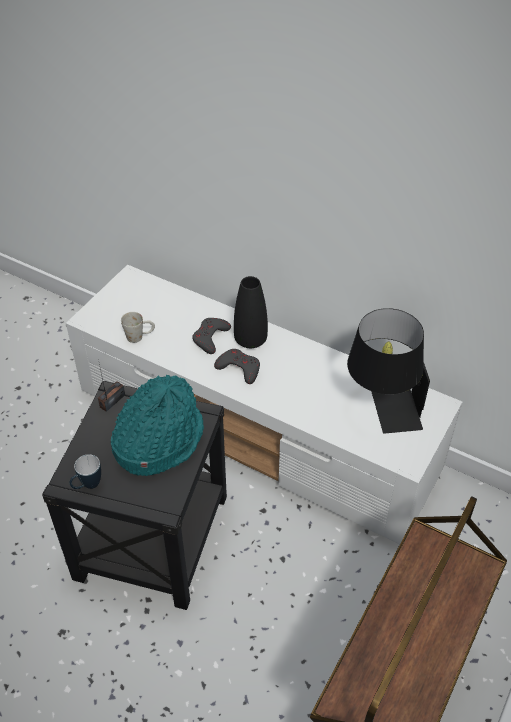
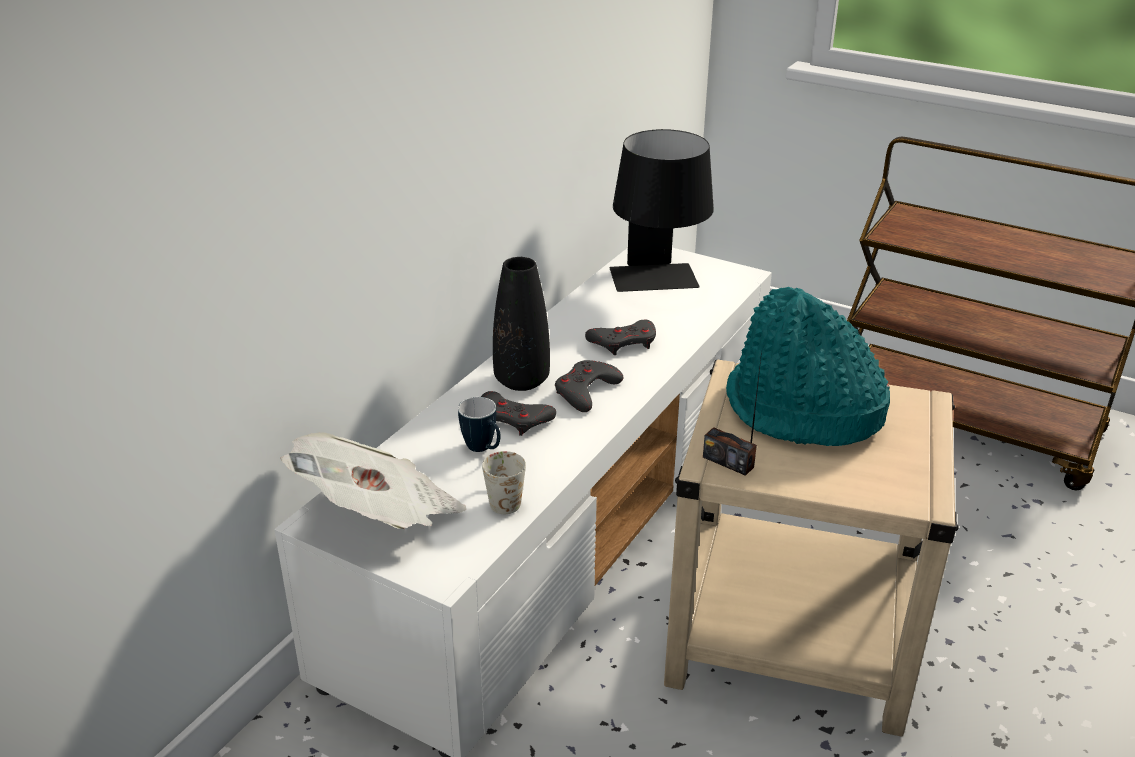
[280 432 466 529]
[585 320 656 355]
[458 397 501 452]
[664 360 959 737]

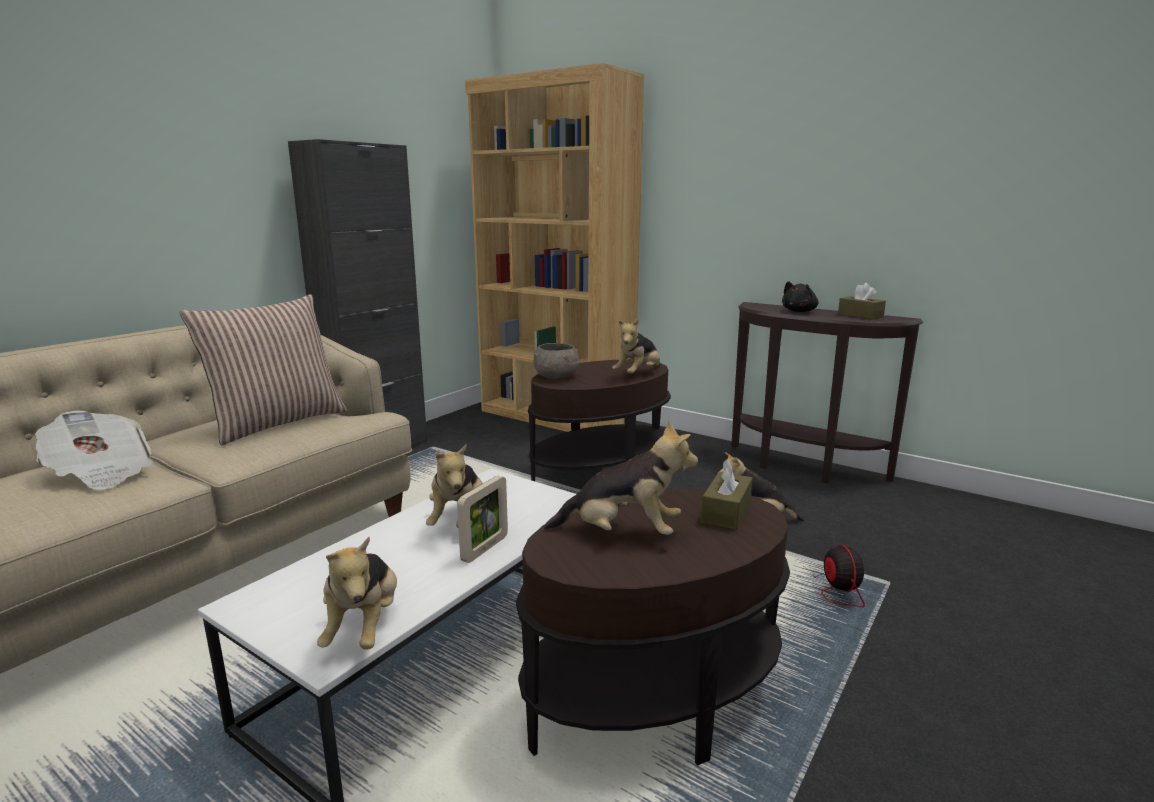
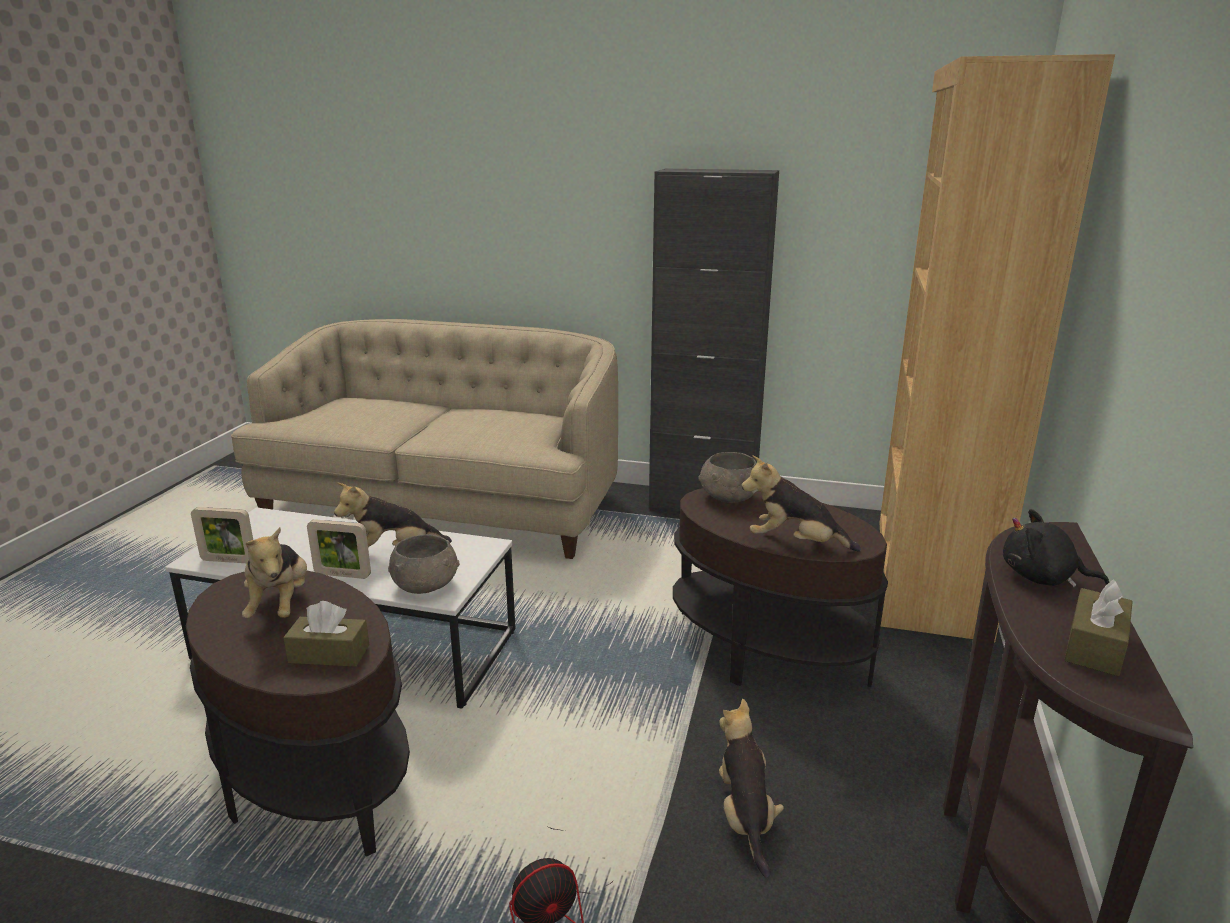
[35 410 154 490] (first image)
[179 294 347 445] (first image)
[388 535 460 594]
[191 507 253 563]

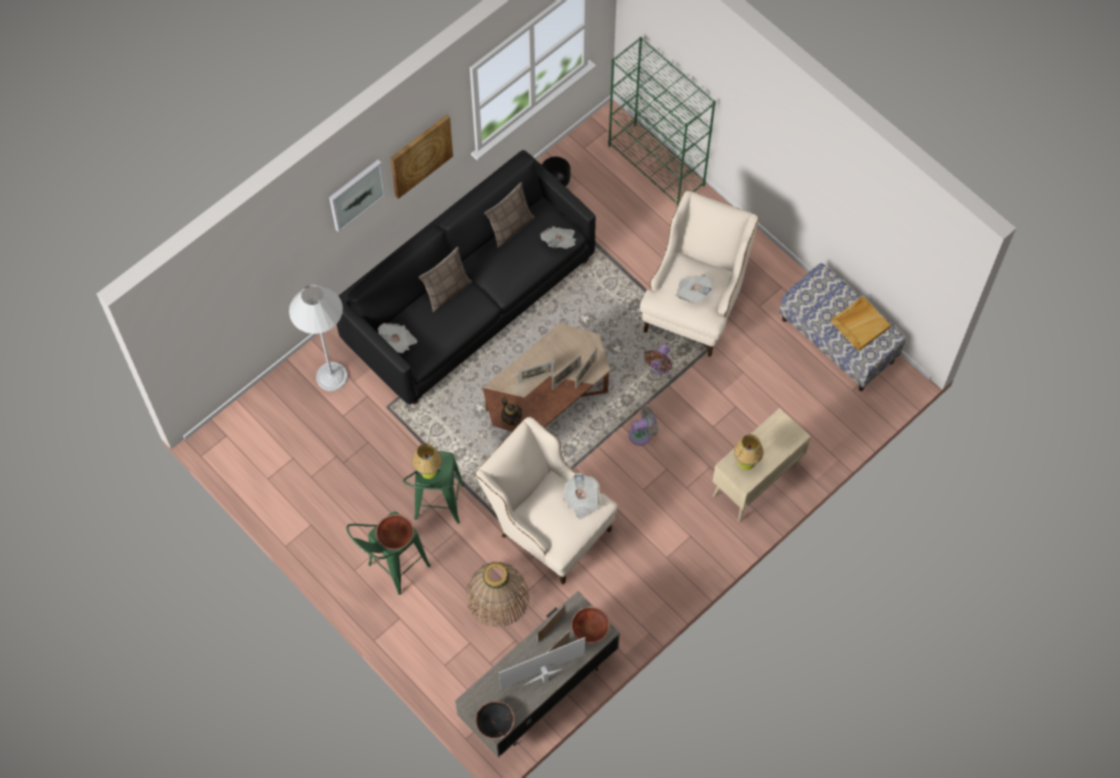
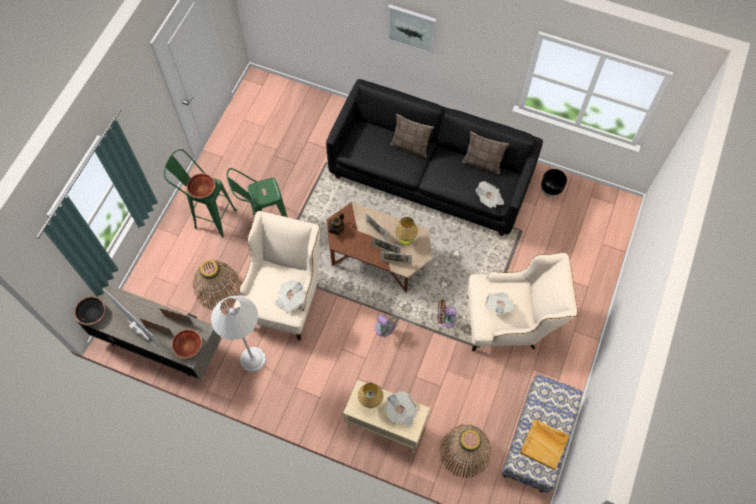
[391 115 453 199] (first image)
[608 37 716 206] (first image)
[439 424 491 478]
[211 296 266 372]
[385 391 418 428]
[395 217 418 246]

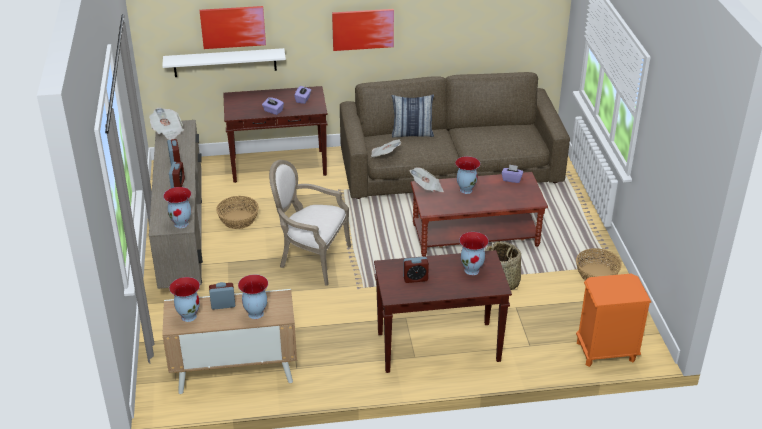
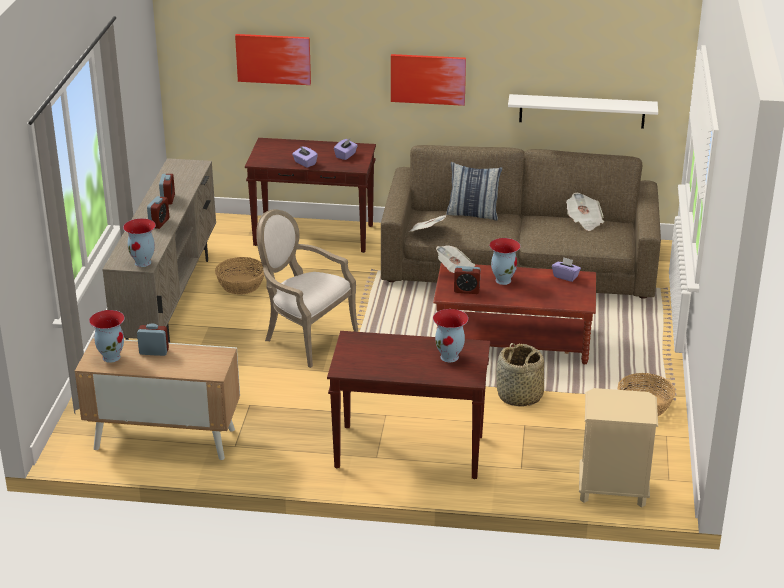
[238 274 268 319] (first image)
[566 192 604 231]
[508 94 658 129]
[454 266 481 294]
[579 388 658 508]

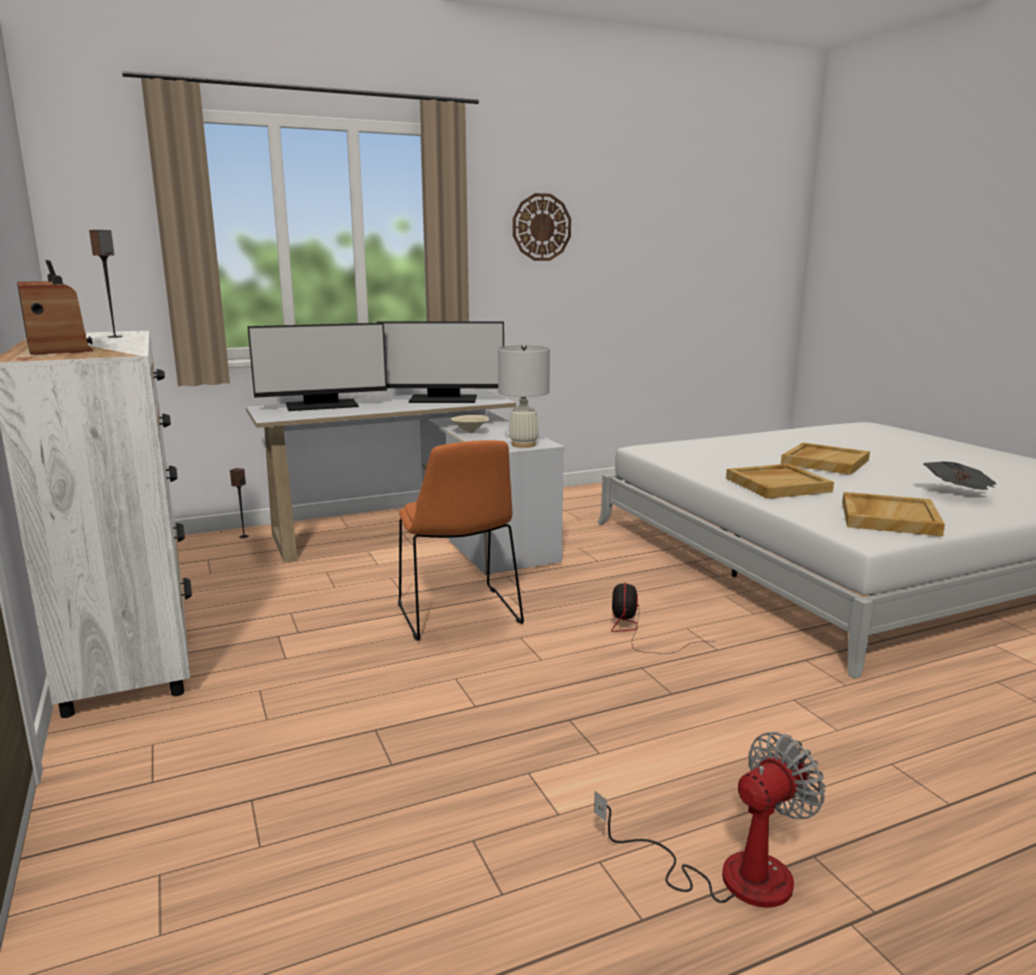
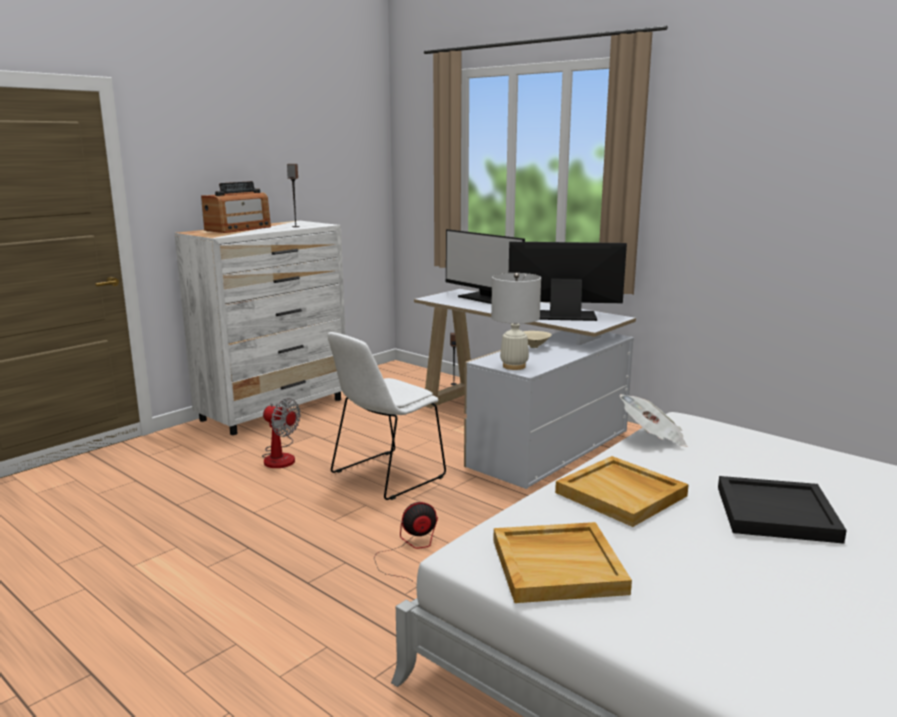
[513 193 571 261] (first image)
[262 398 301 468]
[620 394 687 447]
[327 332 446 500]
[718 476 847 544]
[509 242 627 321]

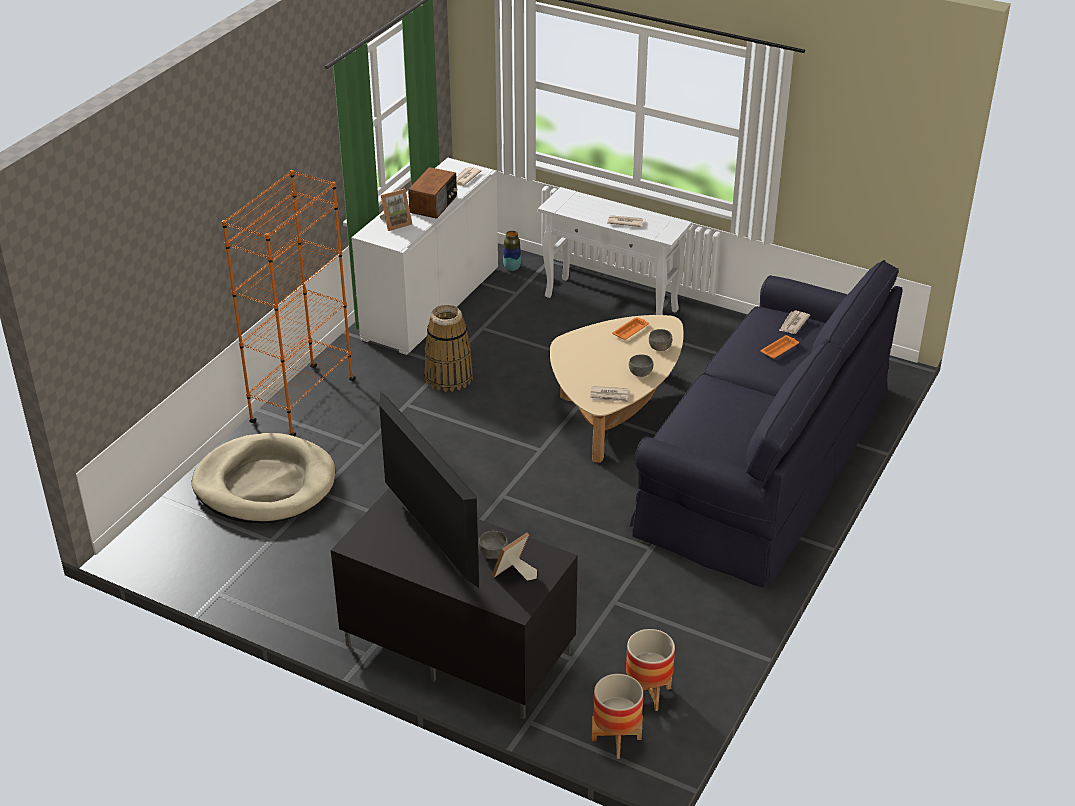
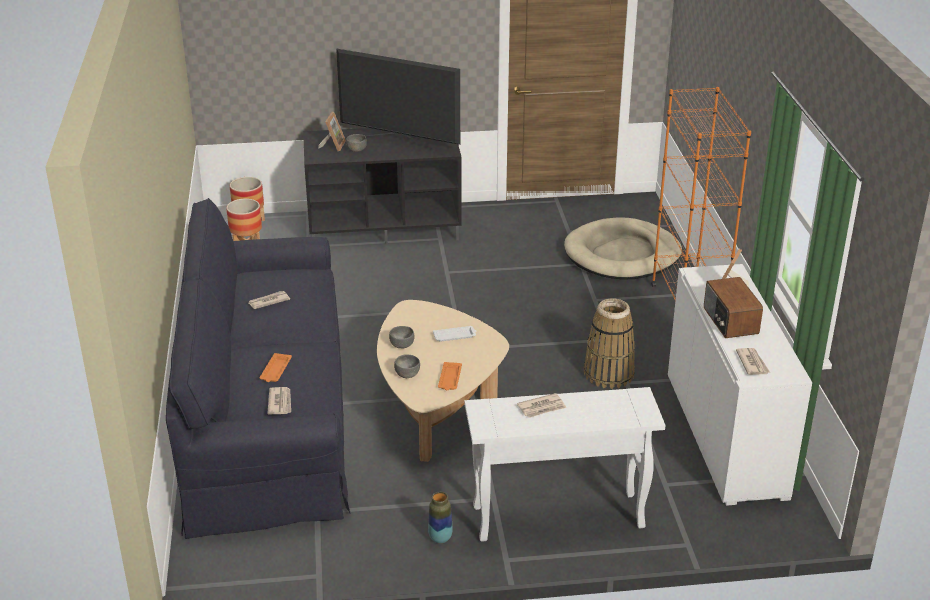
[433 326 476 342]
[428 492 452 543]
[249 291 290 309]

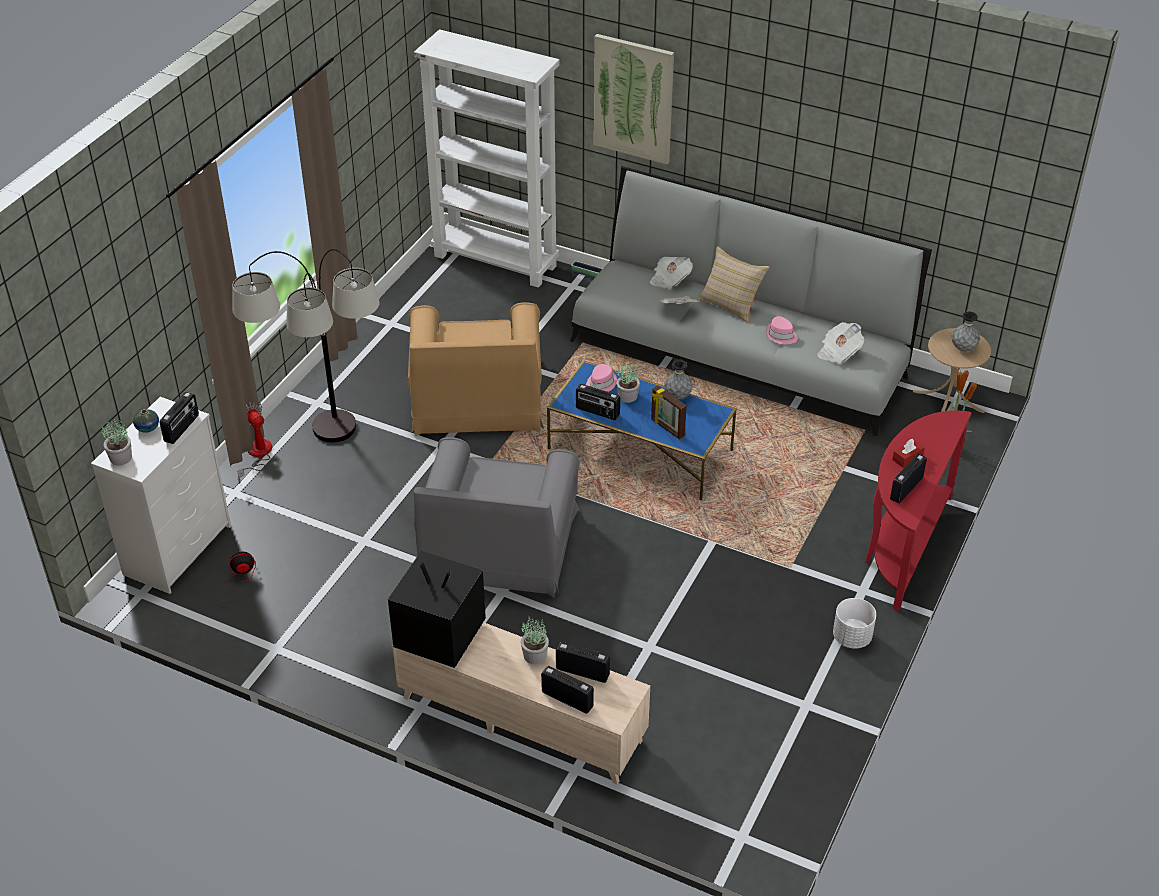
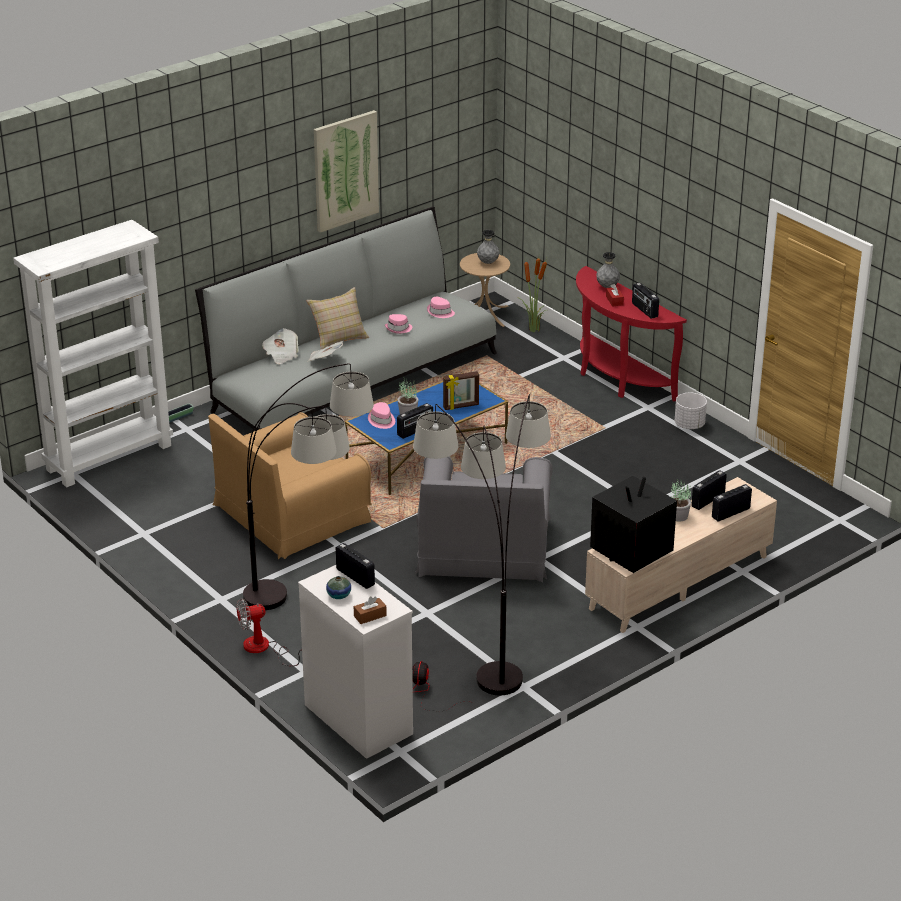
[413 394 551 695]
[314 110 379 233]
[596 252 620 288]
[354 596 387 624]
[427 297 455 318]
[208 412 372 559]
[415 456 553 582]

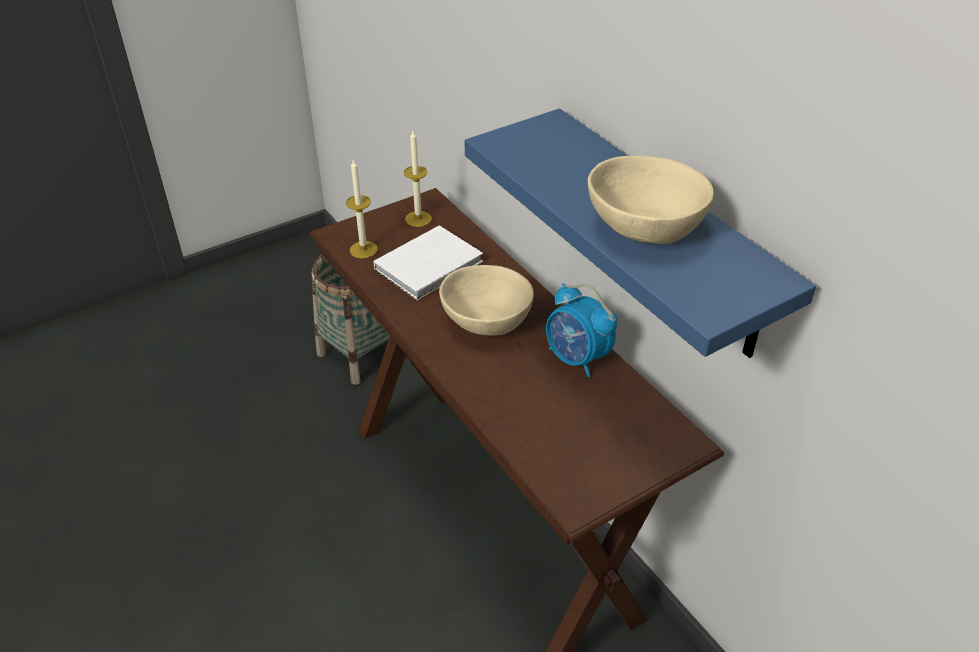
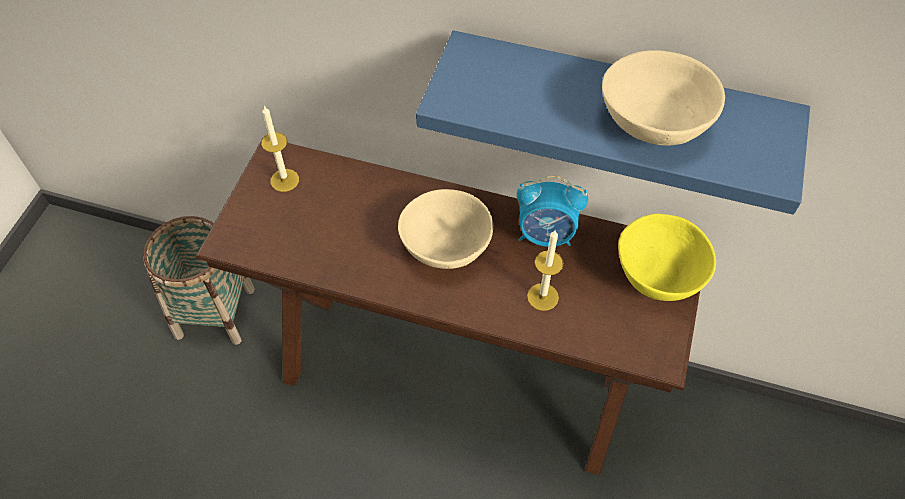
[374 225 483 300] (first image)
[618 213 716 301]
[527 230 564 311]

